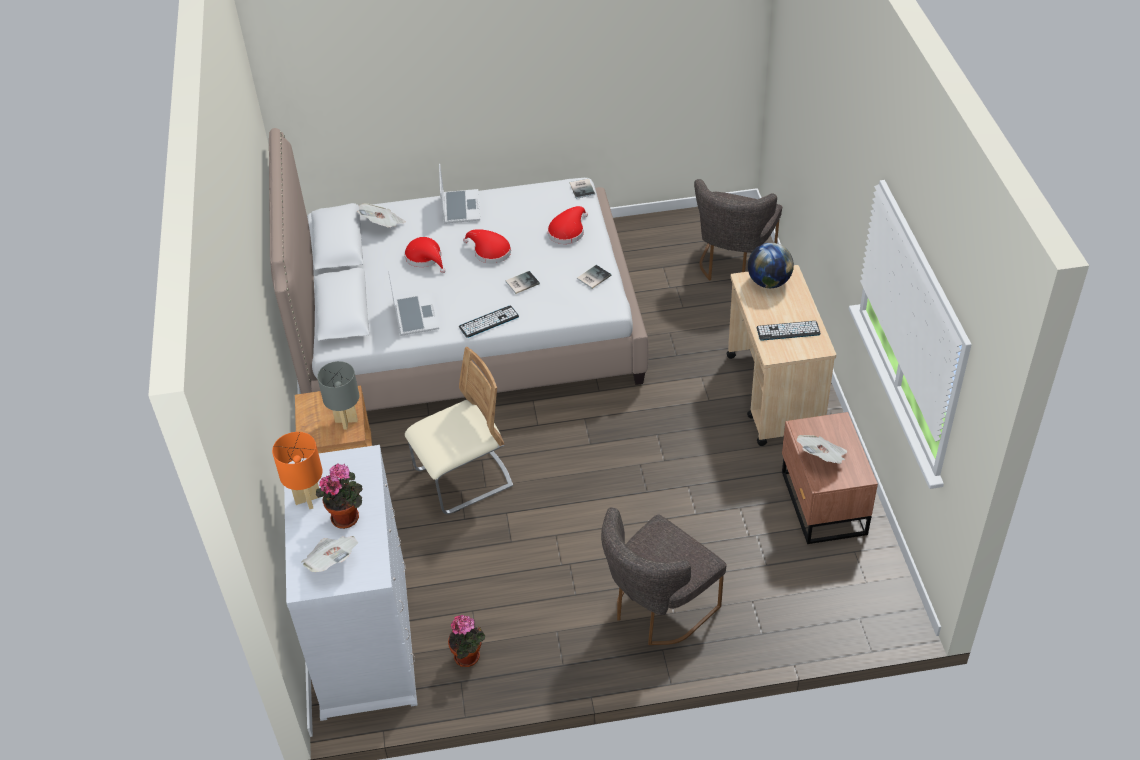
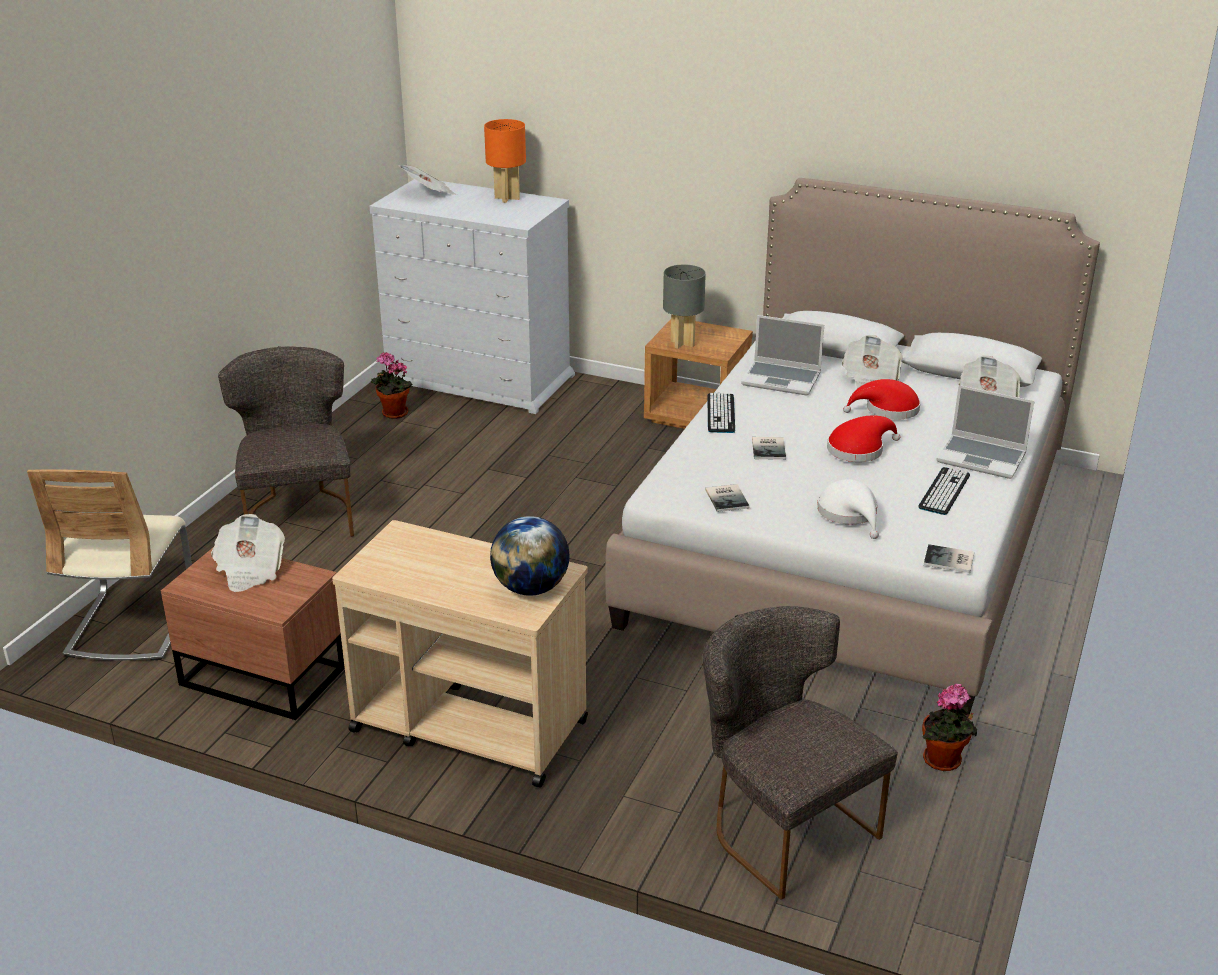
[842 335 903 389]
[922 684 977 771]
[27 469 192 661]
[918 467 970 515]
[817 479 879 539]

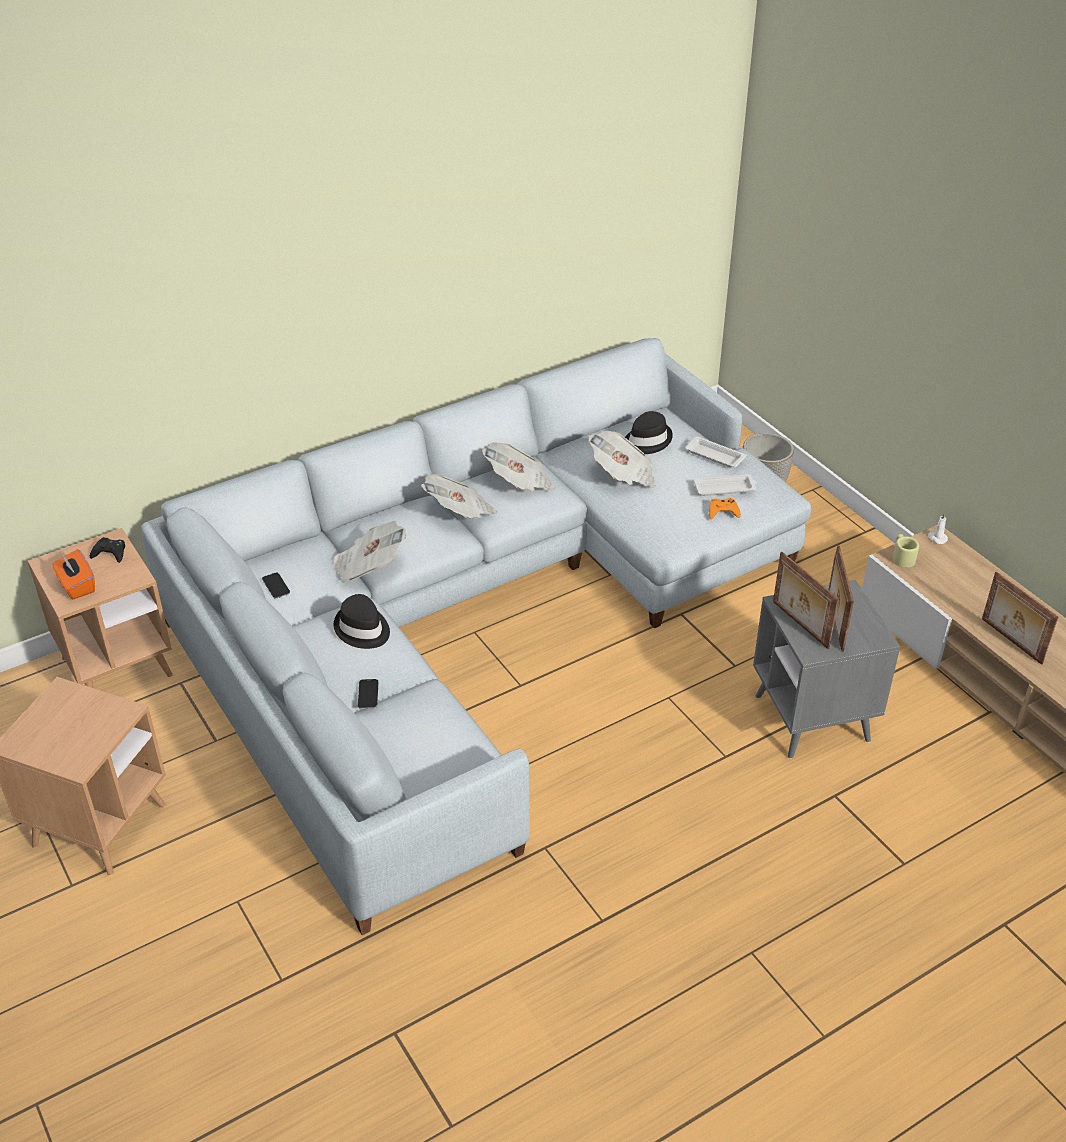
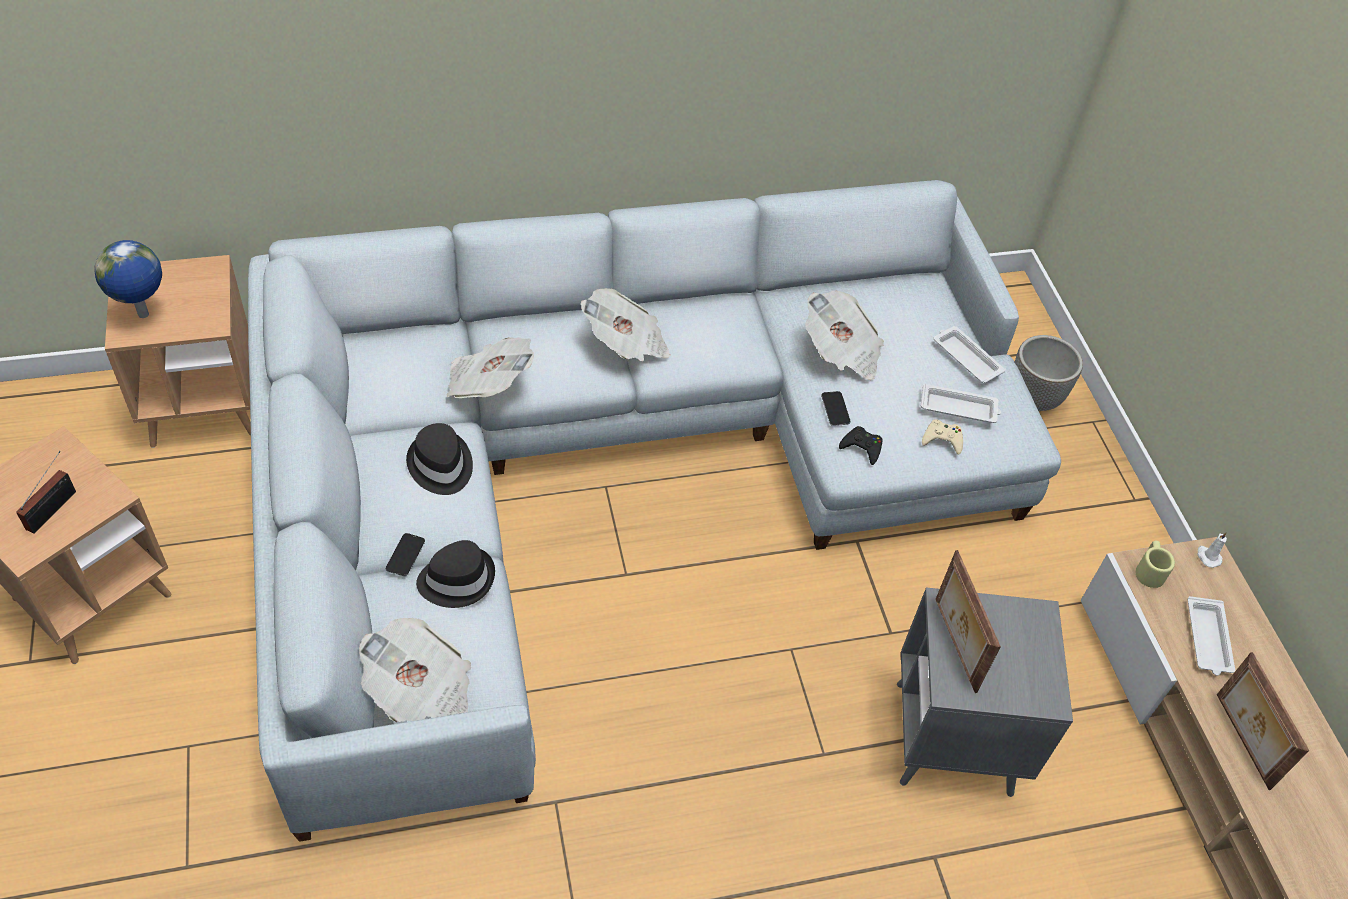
[829 546 854 652] (first image)
[16 451 76 534]
[1188 596 1235 676]
[839 426 883 465]
[821 391 851 426]
[359 618 471 722]
[416 540 495 608]
[94 240 162 318]
[922 419 963 455]

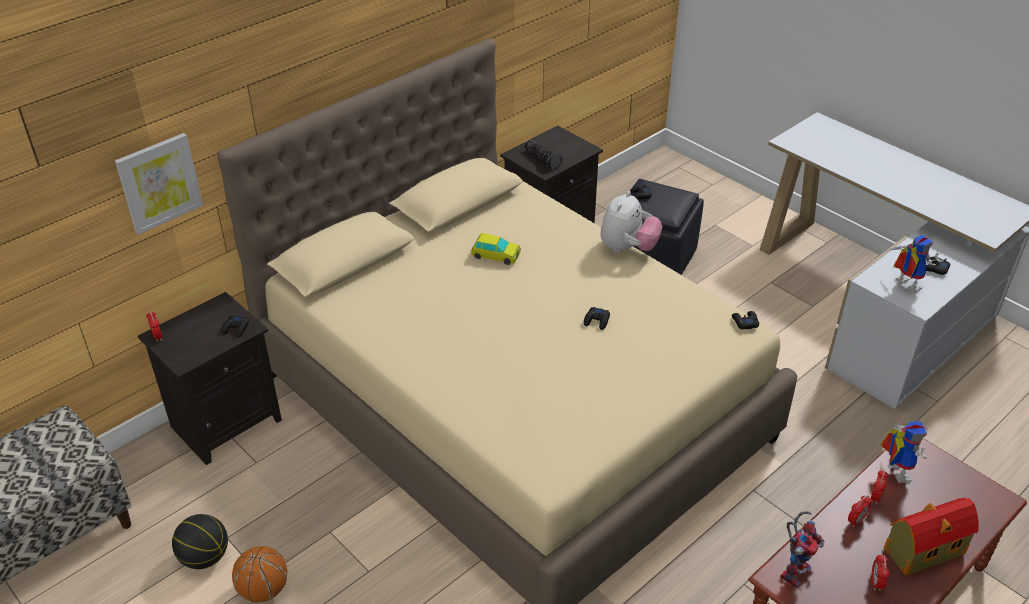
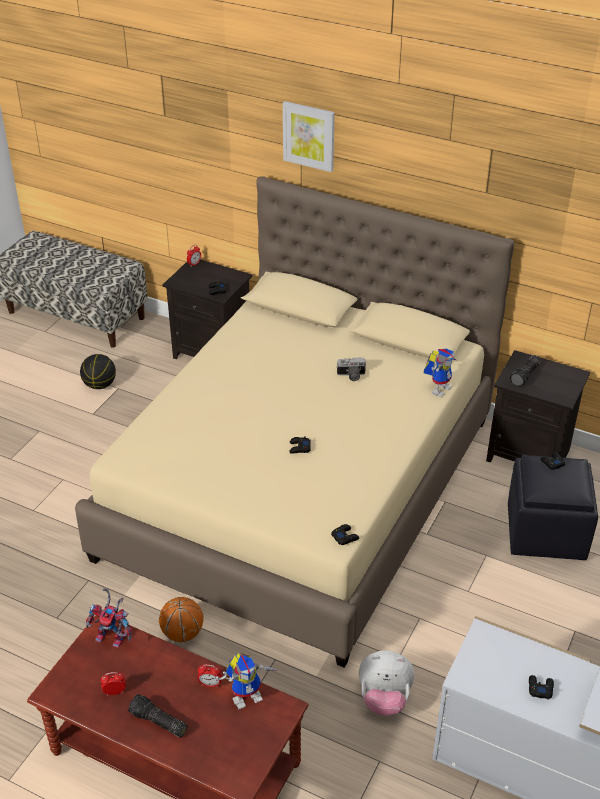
[848 495 872 528] (first image)
[283 101 335 172]
[159 597 204 642]
[359 651 414 716]
[424 348 456 397]
[337 358 367 381]
[128 694 188 738]

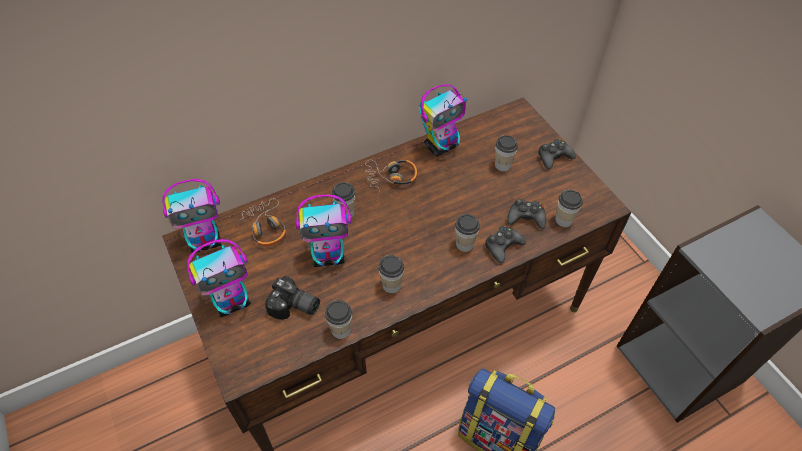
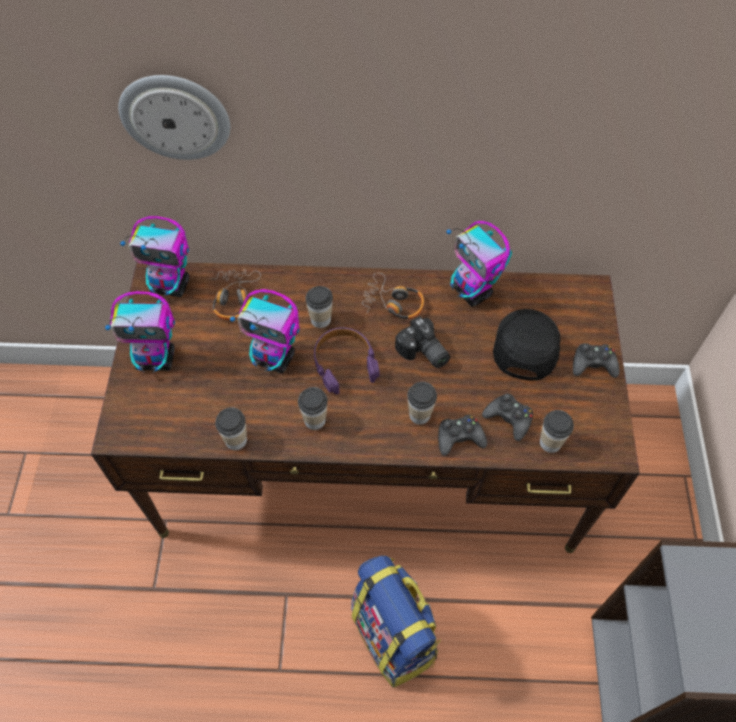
[118 75 230 160]
[314 328 380 395]
[395 316 450 368]
[493 309 560 381]
[446 221 512 307]

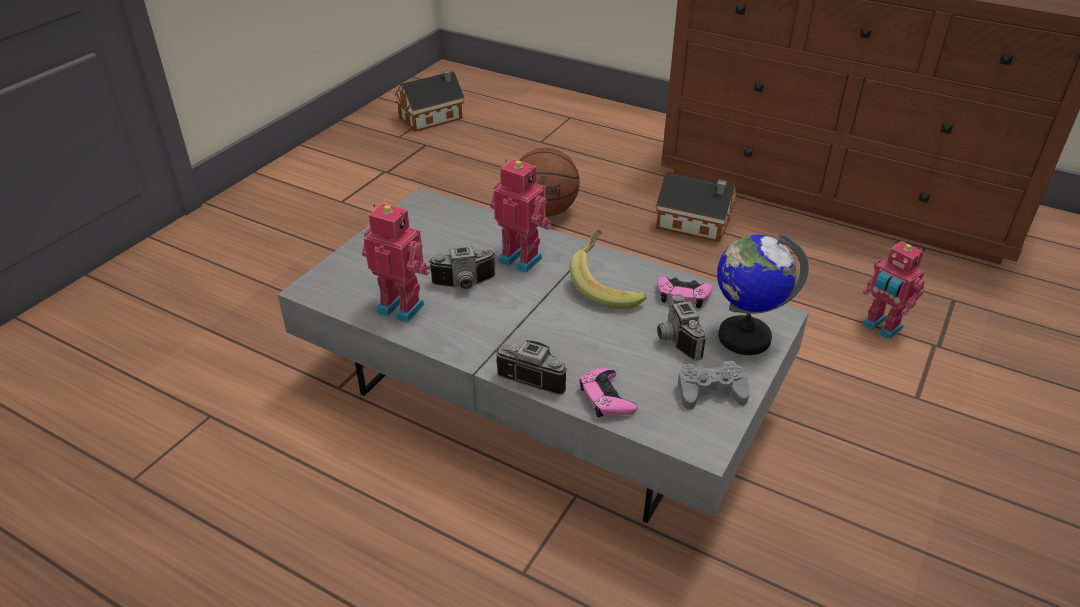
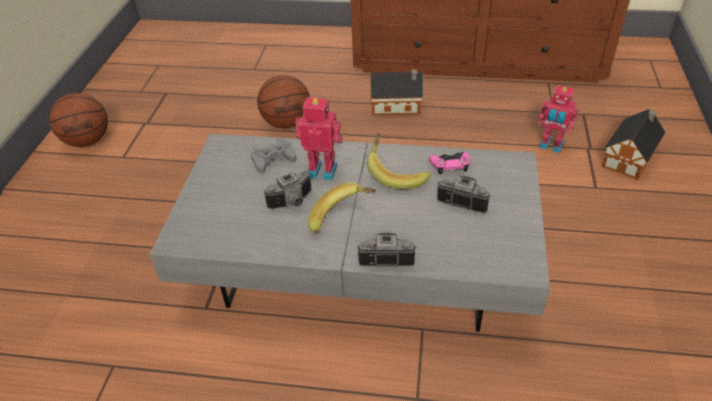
[362 203 430 323] (first image)
[580 368 638 418] (first image)
[717 234 809 355] (first image)
[49 93 108 147]
[308 182 376 234]
[602 109 666 180]
[251 138 296 174]
[437 176 491 213]

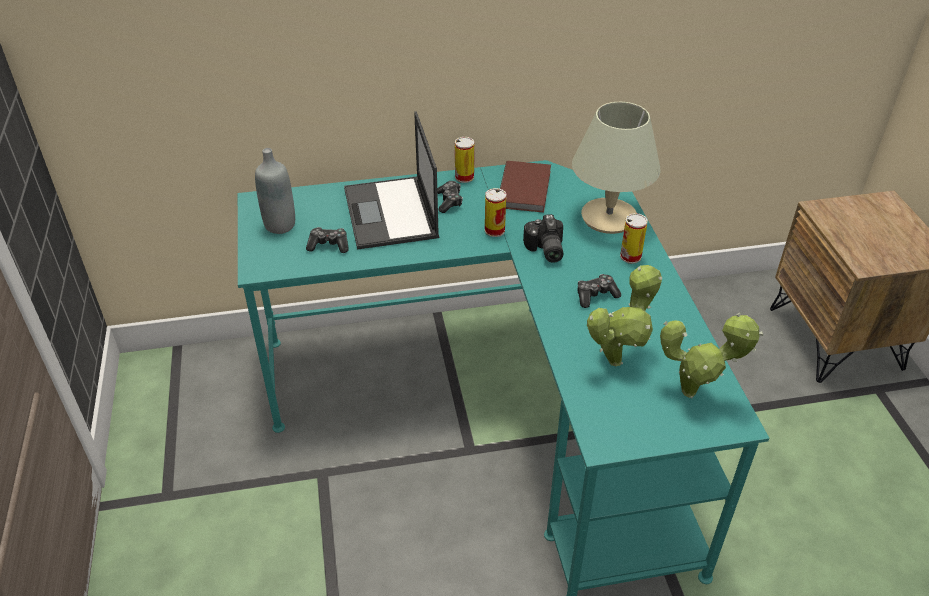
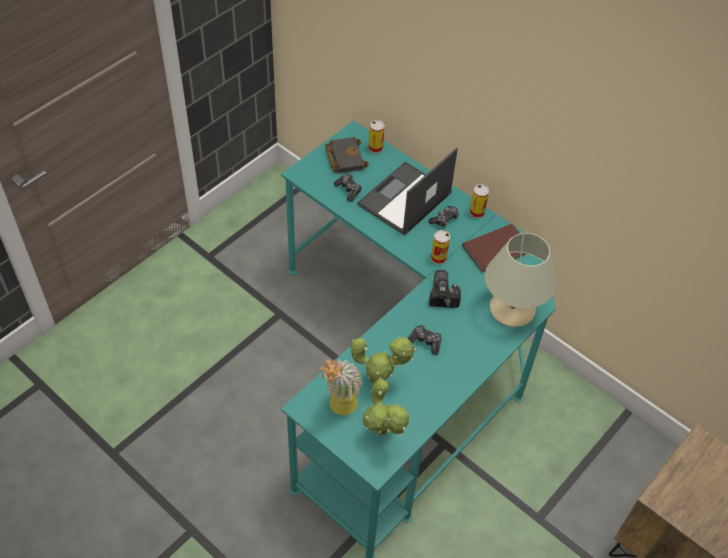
[320 359 363 415]
[369 120 385 153]
[325 137 369 174]
[429 270 461 308]

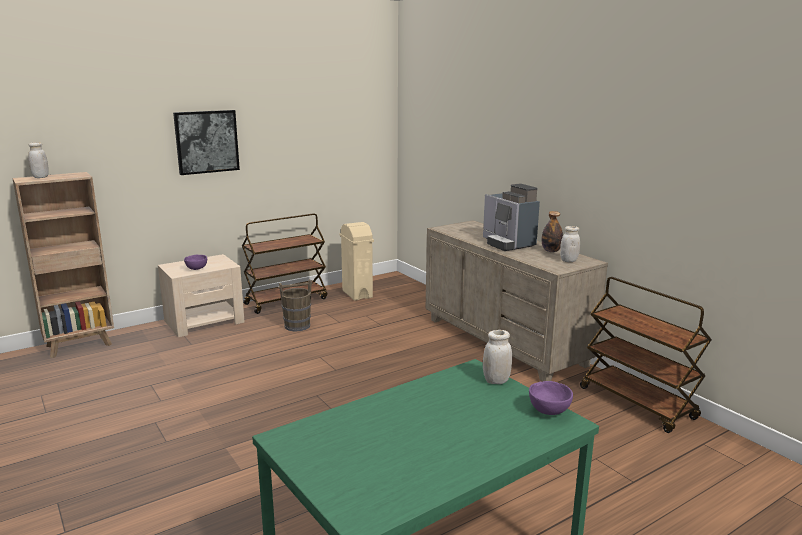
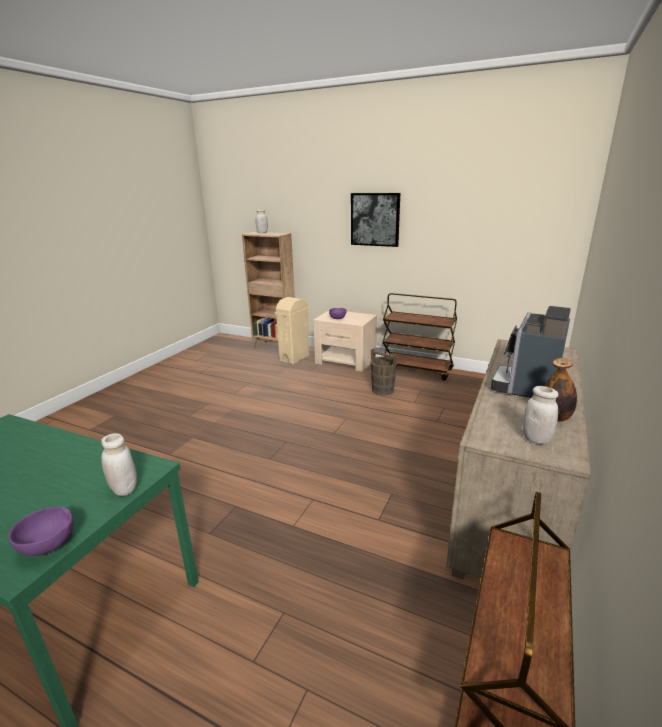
[274 297 309 365]

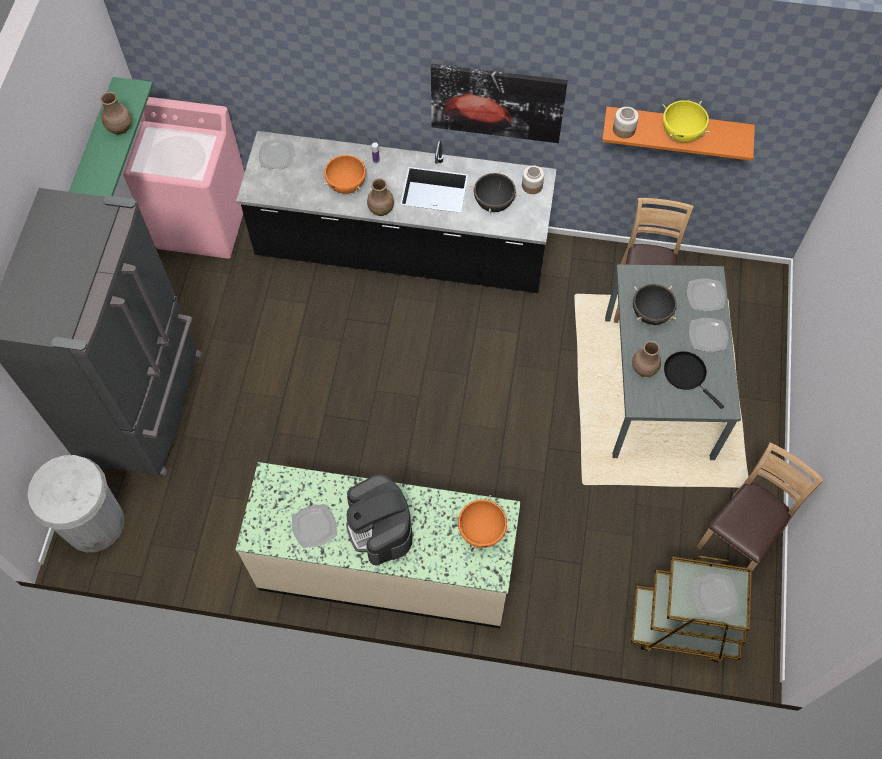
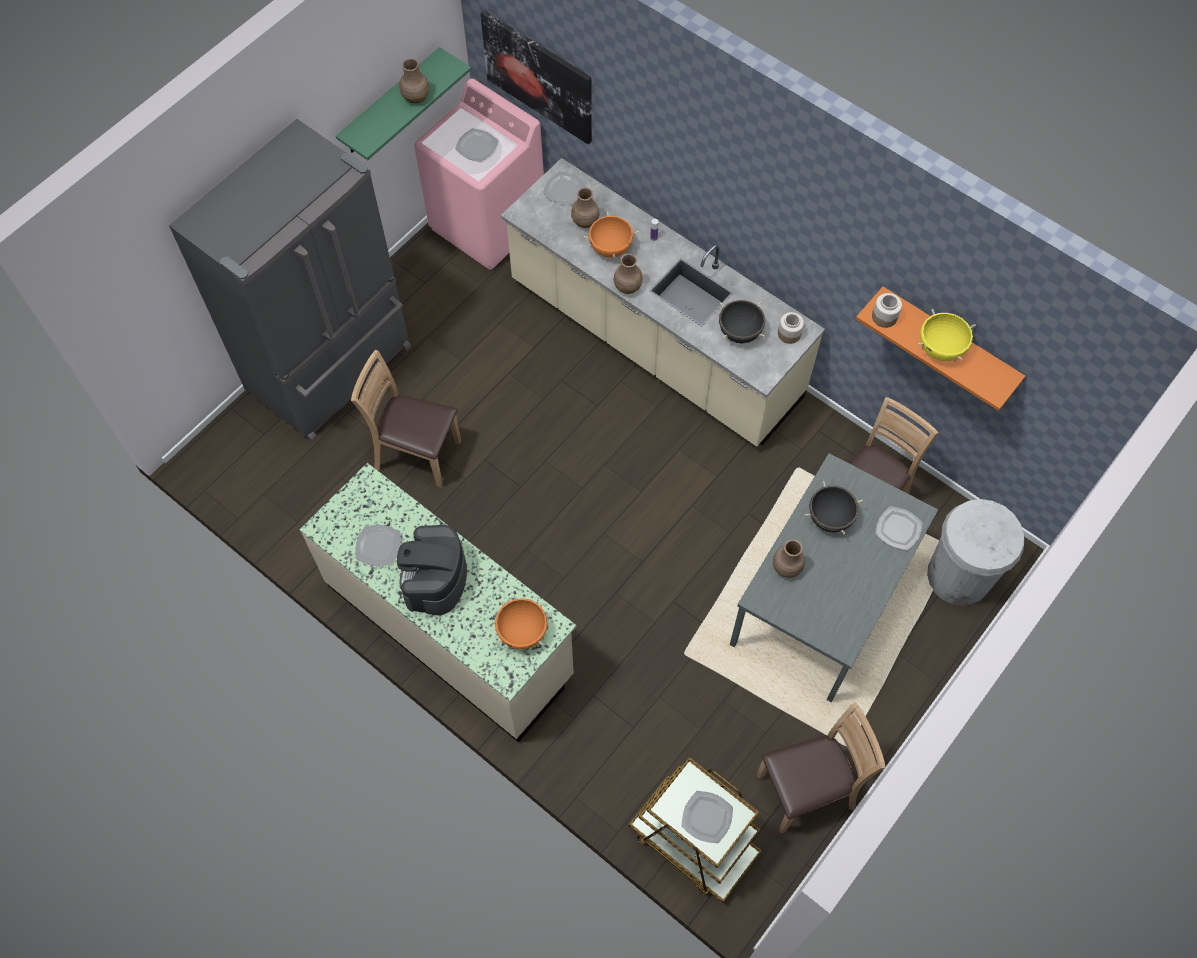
[664 351 724 409] (first image)
[351 350 461 487]
[571 187 599 228]
[927 499 1024 606]
[480 11 592 145]
[455 128 498 162]
[501 158 825 447]

